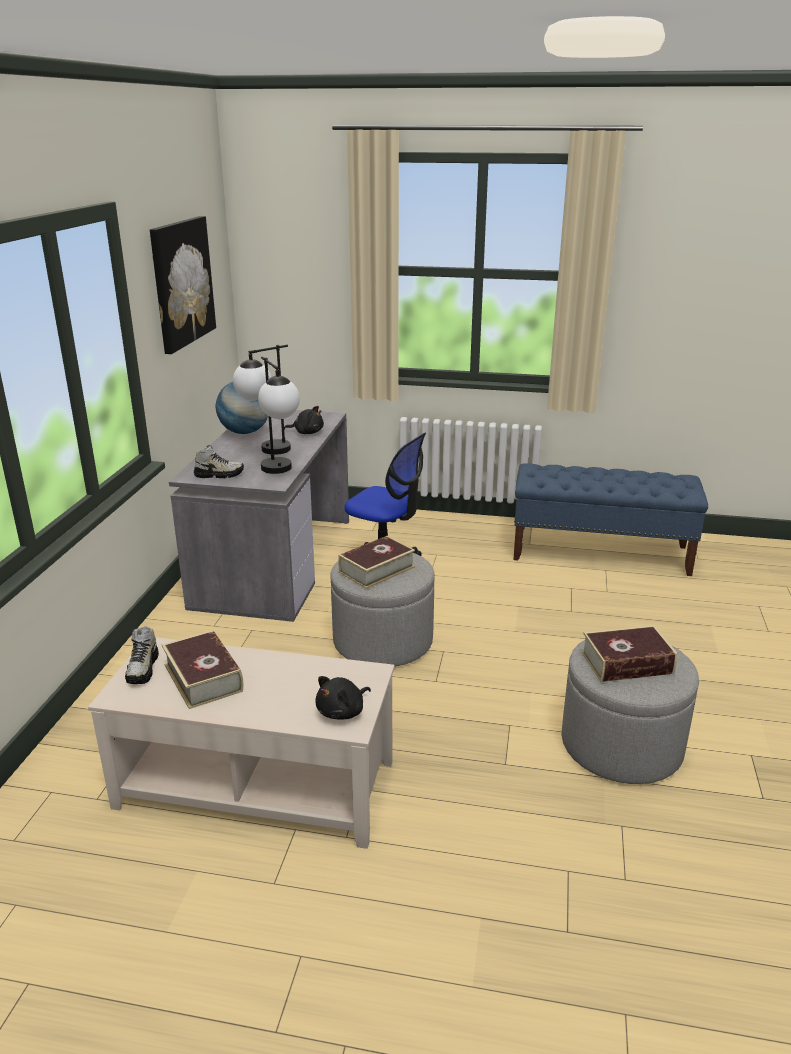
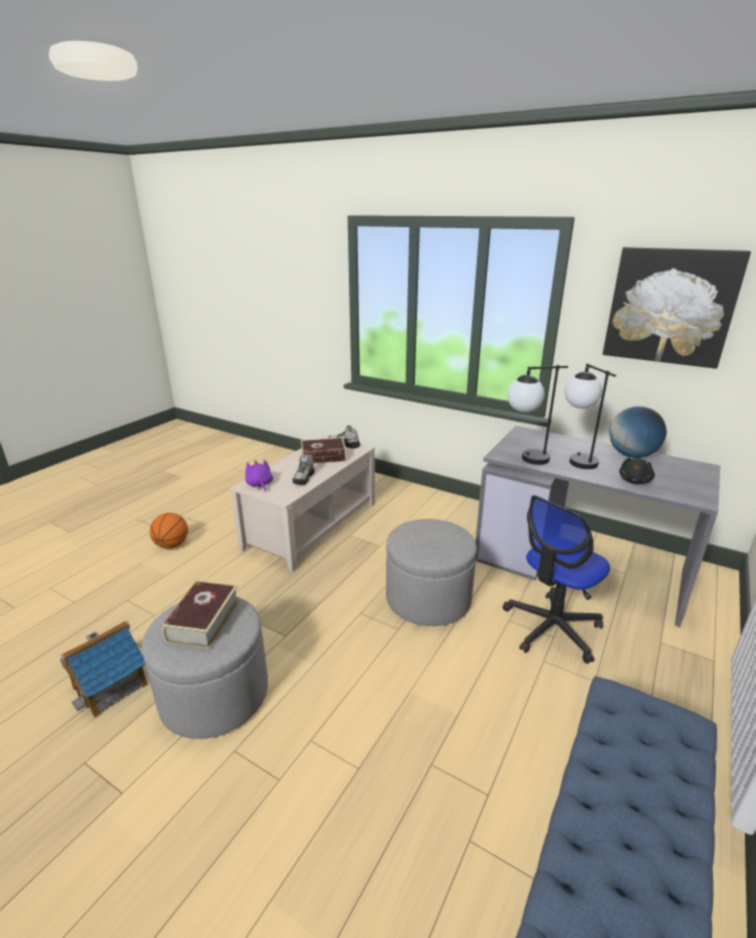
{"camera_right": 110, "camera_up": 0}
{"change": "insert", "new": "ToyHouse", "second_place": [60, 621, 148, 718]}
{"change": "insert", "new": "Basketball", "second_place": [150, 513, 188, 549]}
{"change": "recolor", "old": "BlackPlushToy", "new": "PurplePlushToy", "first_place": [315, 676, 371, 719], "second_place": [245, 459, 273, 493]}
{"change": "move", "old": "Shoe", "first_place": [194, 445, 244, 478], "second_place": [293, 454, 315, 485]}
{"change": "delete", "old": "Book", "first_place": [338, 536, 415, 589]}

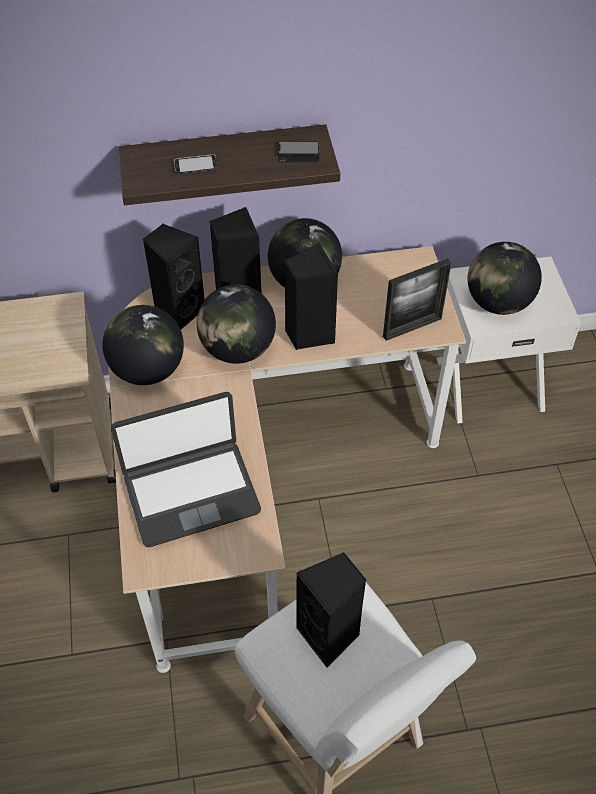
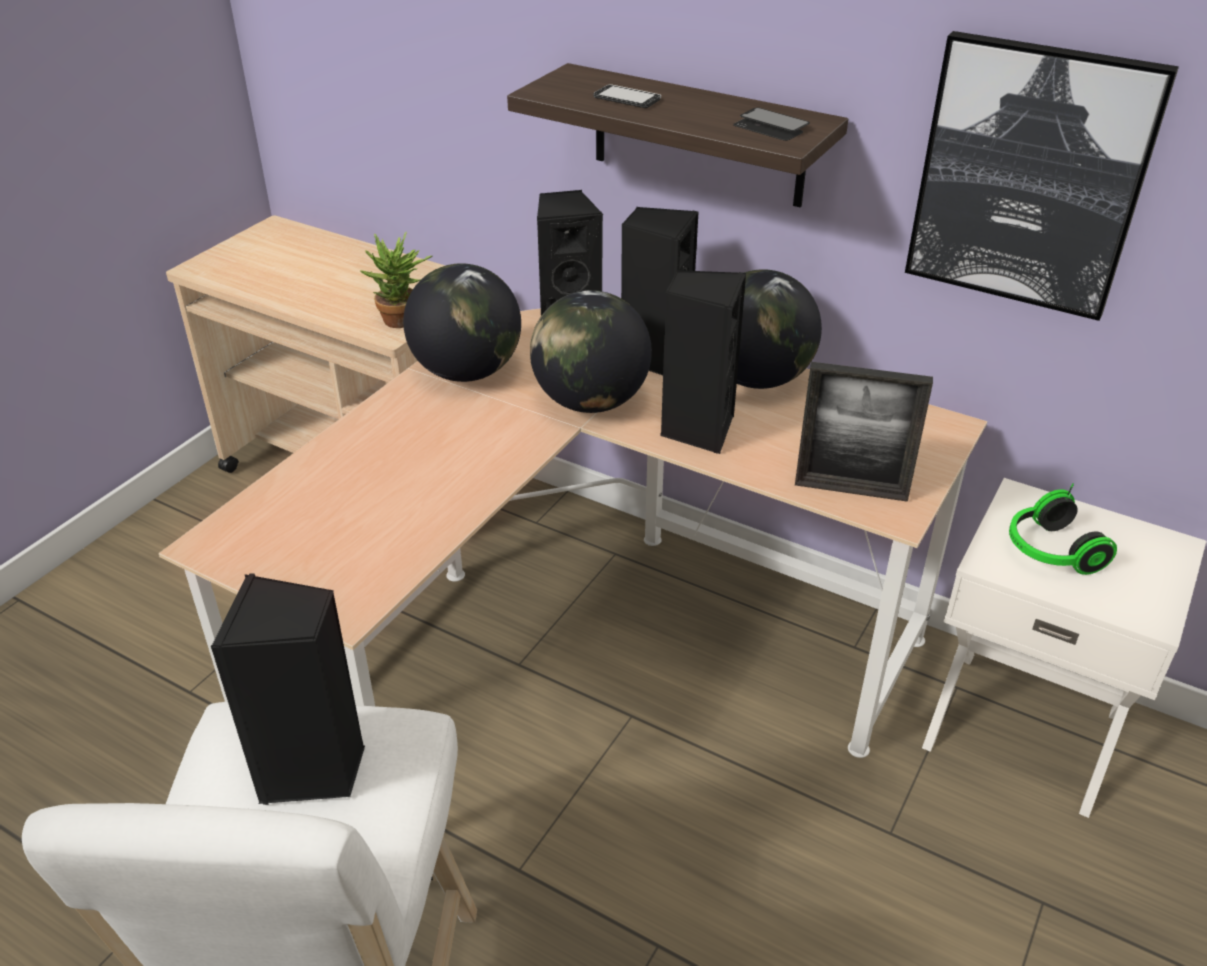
{"camera_right": 40, "camera_up": -15}
{"change": "insert", "new": "PottedPlant", "second_place": [360, 232, 432, 328]}
{"change": "insert", "new": "Picture", "second_place": [905, 31, 1179, 321]}
{"change": "replace", "old": "Globe", "new": "Headphones", "first_place": [468, 242, 542, 315], "second_place": [1009, 483, 1117, 575]}
{"change": "delete", "old": "Laptop", "first_place": [111, 392, 261, 547]}

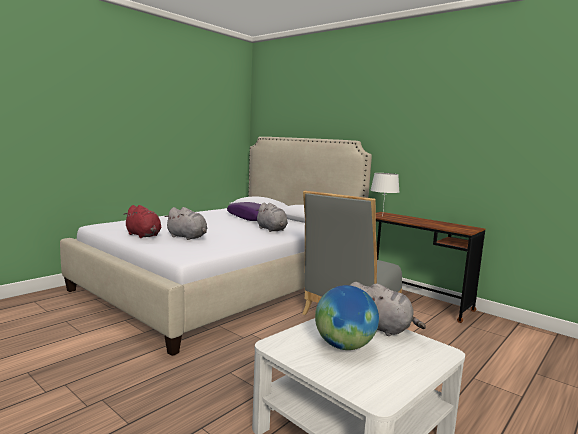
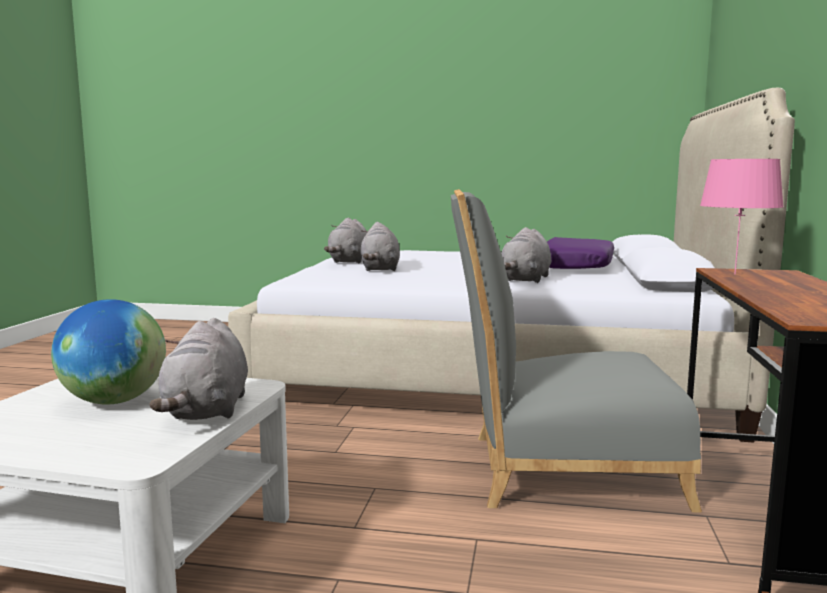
{"camera_right": 60, "camera_up": 0}
{"change": "recolor", "old": "RedPlushToy", "new": "GreyPlushToy", "first_place": [123, 205, 161, 238], "second_place": [324, 218, 367, 264]}
{"change": "recolor", "old": "WhiteTableLamp", "new": "PinkTableLamp", "first_place": [371, 173, 399, 217], "second_place": [700, 159, 784, 274]}

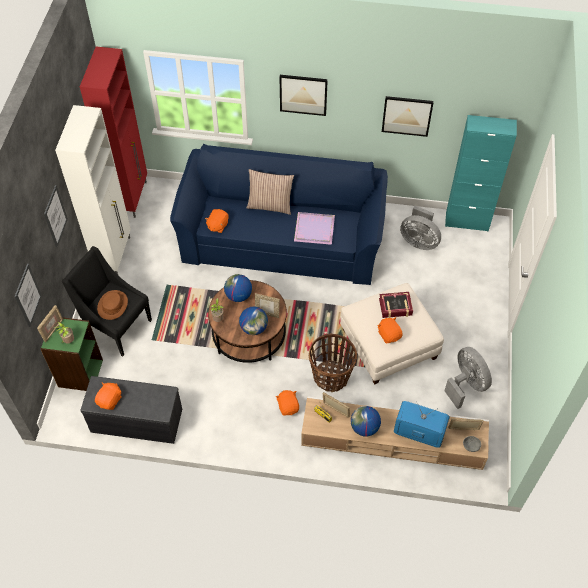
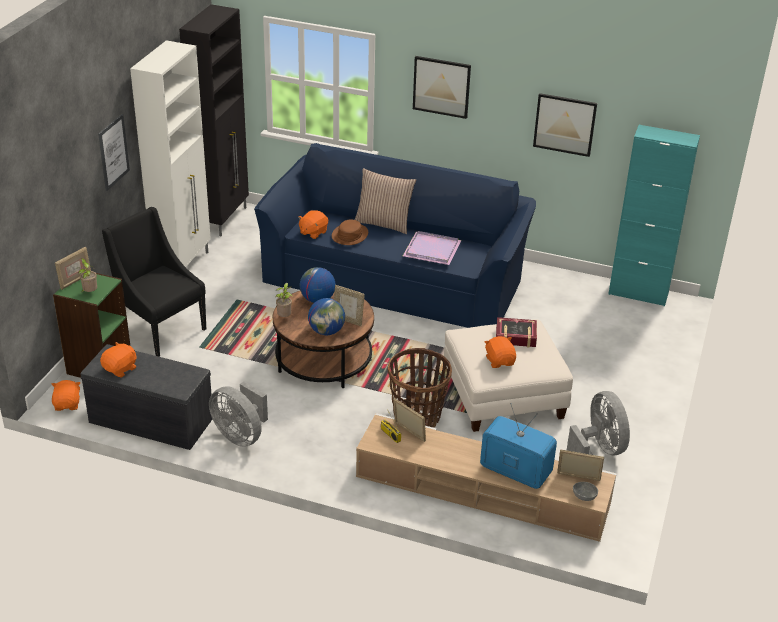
{"camera_right": 10, "camera_up": -20}
{"change": "move", "old": "OrangePlushToy", "first_place": [276, 390, 299, 416], "second_place": [52, 380, 80, 411]}
{"change": "recolor", "old": "RedCabinet", "new": "BlackCabinet", "first_place": [80, 46, 147, 218], "second_place": [179, 4, 249, 236]}
{"change": "move", "old": "GreyFan", "first_place": [400, 206, 441, 250], "second_place": [209, 381, 268, 447]}
{"change": "move", "old": "BrownHat", "first_place": [97, 290, 128, 320], "second_place": [332, 220, 368, 245]}
{"change": "delete", "old": "Picture", "first_place": [15, 263, 42, 327]}
{"change": "delete", "old": "Globe", "first_place": [351, 406, 381, 436]}

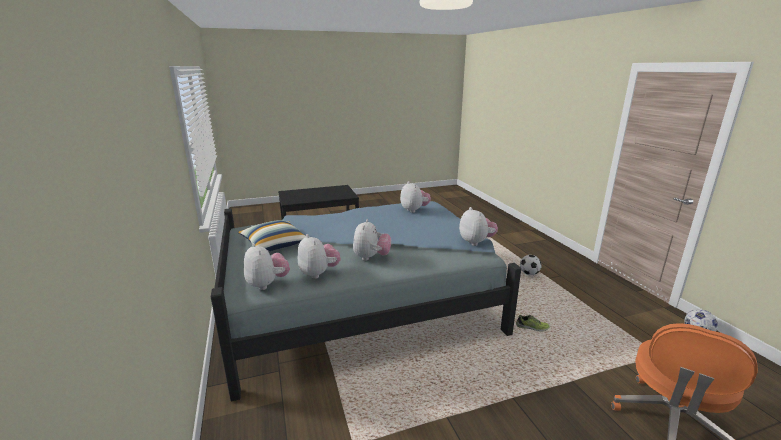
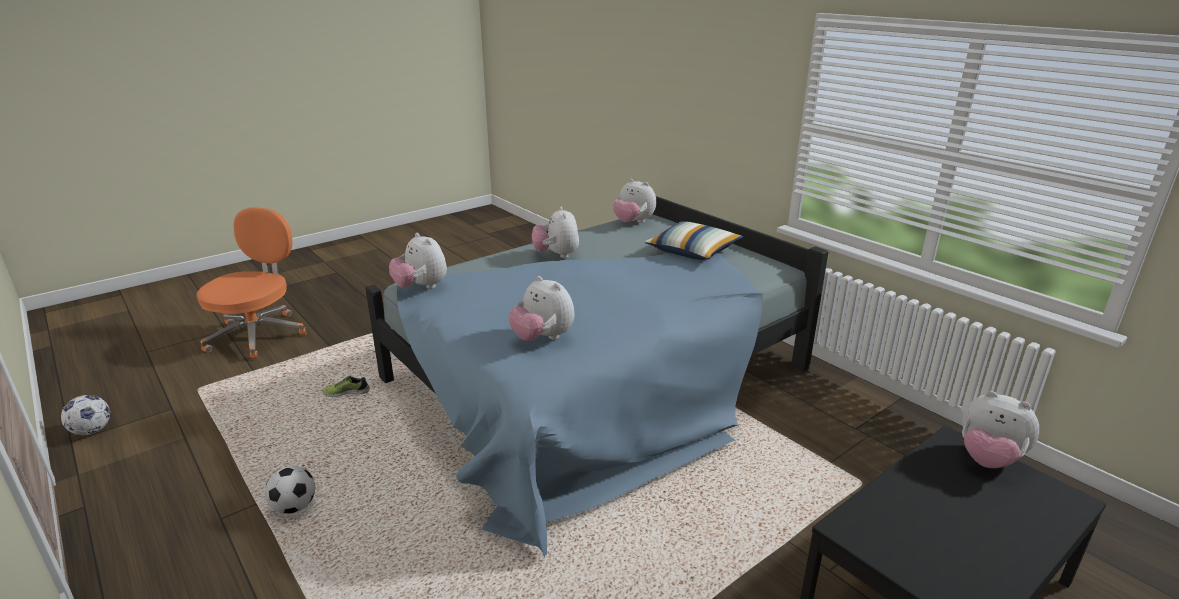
{"camera_right": 160, "camera_up": 5}
{"change": "move", "old": "PlushToy", "first_place": [298, 234, 341, 279], "second_place": [962, 391, 1039, 468]}

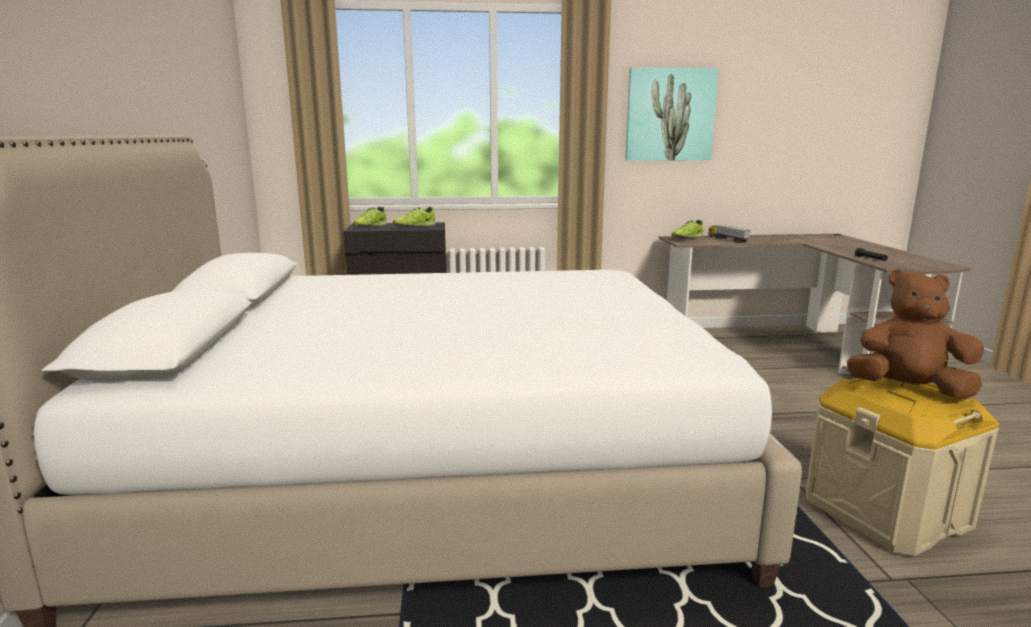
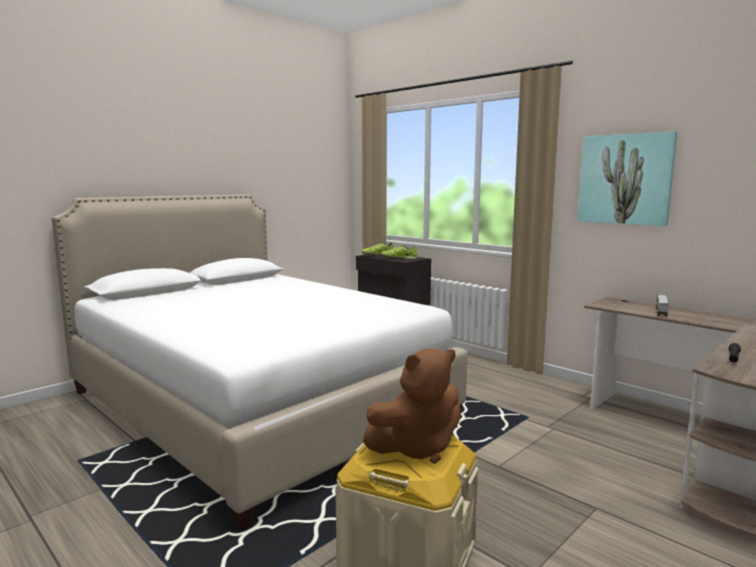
{"camera_right": 50, "camera_up": -5}
{"change": "rotate", "old": "BrownPlushToy", "first_place": [847, 269, 984, 399], "second_place": [363, 349, 461, 464], "degrees": 90}
{"change": "delete", "old": "Shoe", "first_place": [672, 220, 703, 238]}

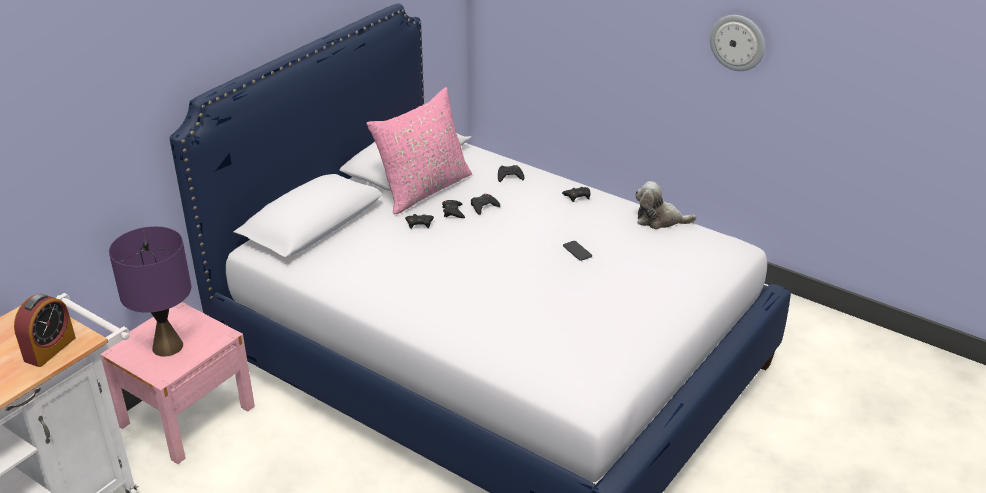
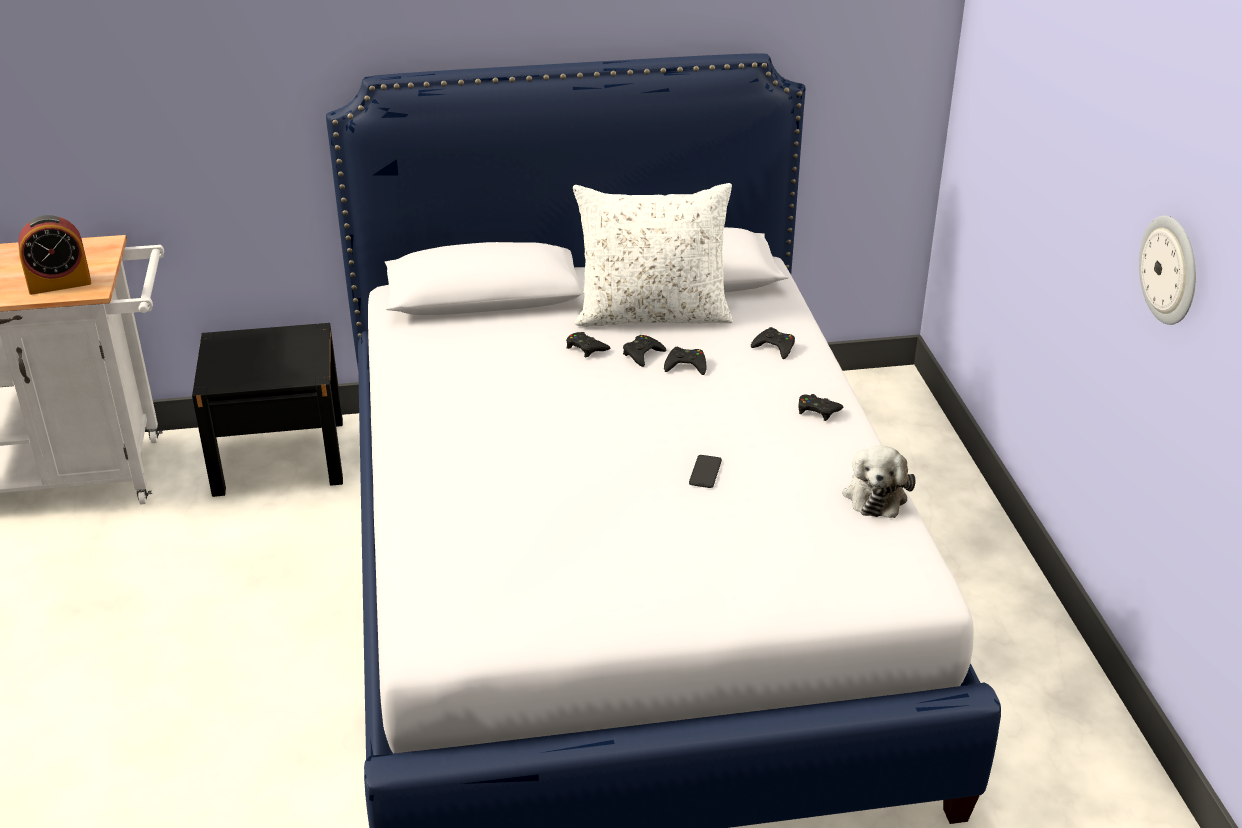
{"camera_right": 45, "camera_up": 0}
{"change": "recolor", "old": "PinkNightstand", "new": "BlackNightstand", "first_place": [100, 302, 255, 464], "second_place": [192, 323, 343, 497]}
{"change": "recolor", "old": "PinkPillow", "new": "WhitePillow", "first_place": [366, 87, 472, 215], "second_place": [573, 183, 733, 327]}
{"change": "rotate", "old": "PlushToy", "first_place": [635, 181, 697, 229], "second_place": [843, 445, 916, 518], "degrees": -135}
{"change": "delete", "old": "PurpleTableLamp", "first_place": [109, 226, 191, 357]}

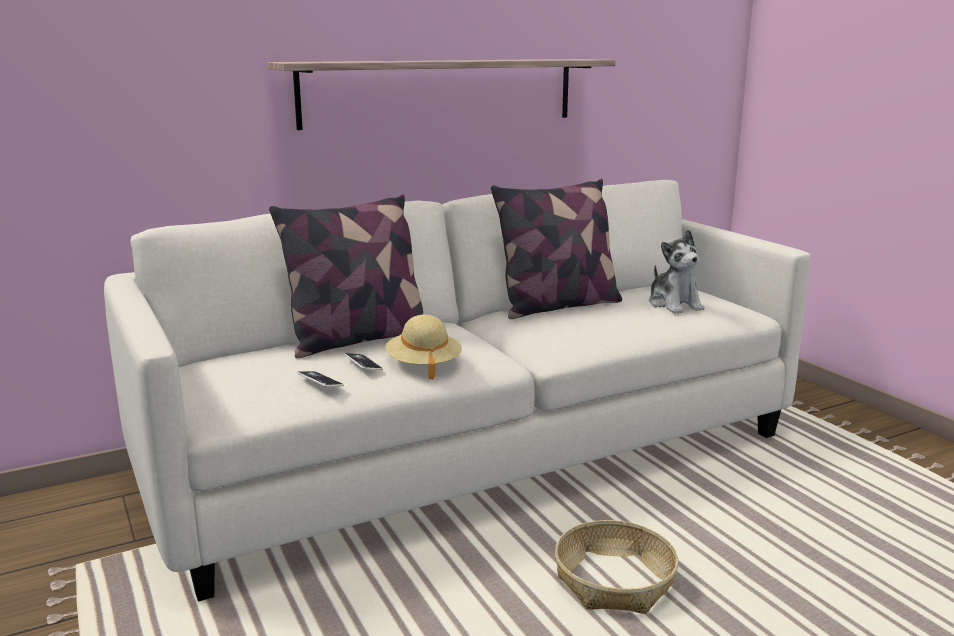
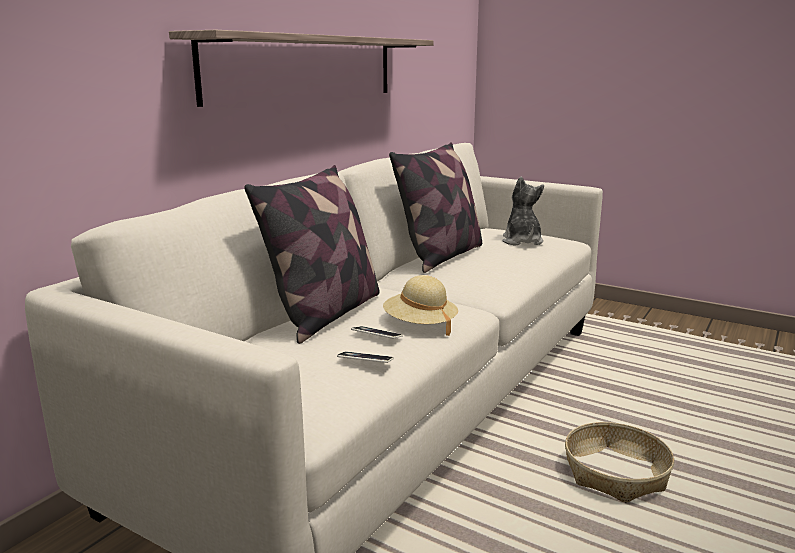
{"camera_right": -30, "camera_up": 0}
{"change": "rotate", "old": "PlushToy", "first_place": [649, 229, 705, 314], "second_place": [502, 176, 544, 246], "degrees": -135}

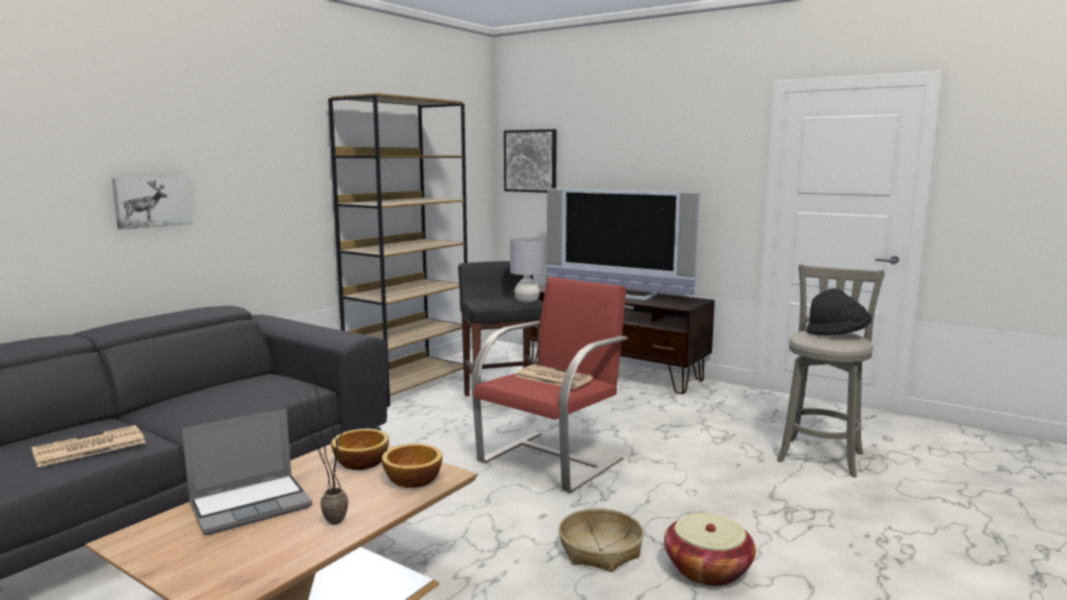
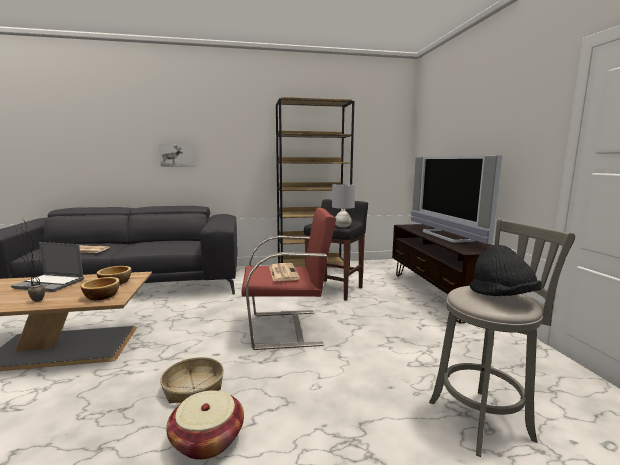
{"camera_right": 45, "camera_up": 0}
{"change": "delete", "old": "Picture", "first_place": [504, 129, 557, 193]}

